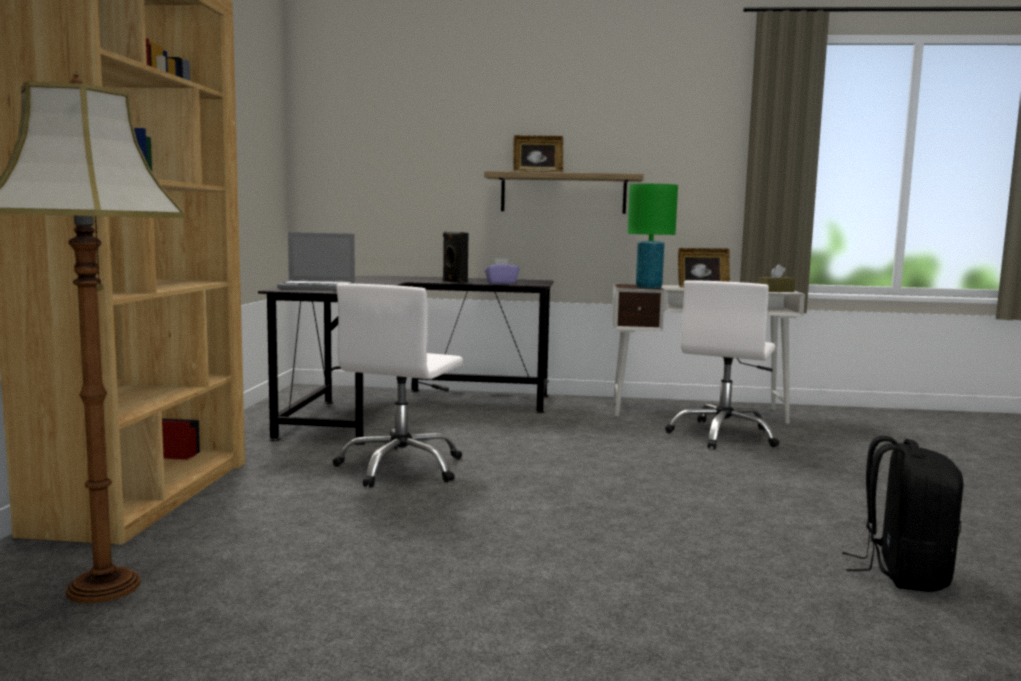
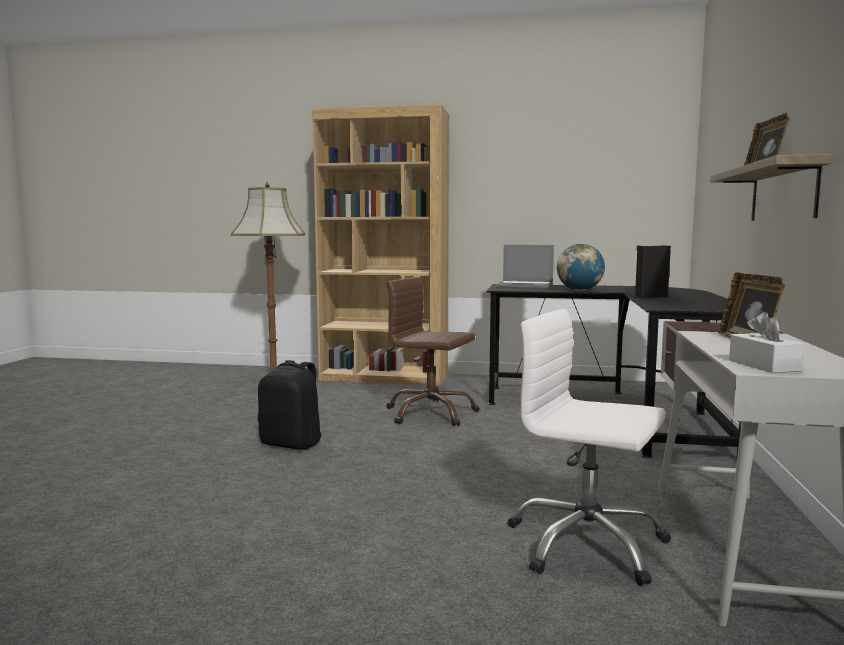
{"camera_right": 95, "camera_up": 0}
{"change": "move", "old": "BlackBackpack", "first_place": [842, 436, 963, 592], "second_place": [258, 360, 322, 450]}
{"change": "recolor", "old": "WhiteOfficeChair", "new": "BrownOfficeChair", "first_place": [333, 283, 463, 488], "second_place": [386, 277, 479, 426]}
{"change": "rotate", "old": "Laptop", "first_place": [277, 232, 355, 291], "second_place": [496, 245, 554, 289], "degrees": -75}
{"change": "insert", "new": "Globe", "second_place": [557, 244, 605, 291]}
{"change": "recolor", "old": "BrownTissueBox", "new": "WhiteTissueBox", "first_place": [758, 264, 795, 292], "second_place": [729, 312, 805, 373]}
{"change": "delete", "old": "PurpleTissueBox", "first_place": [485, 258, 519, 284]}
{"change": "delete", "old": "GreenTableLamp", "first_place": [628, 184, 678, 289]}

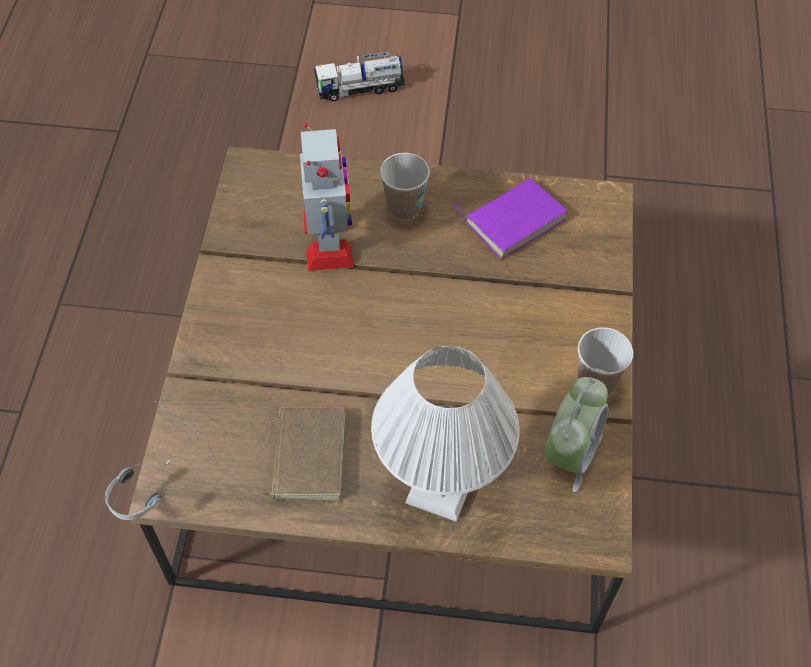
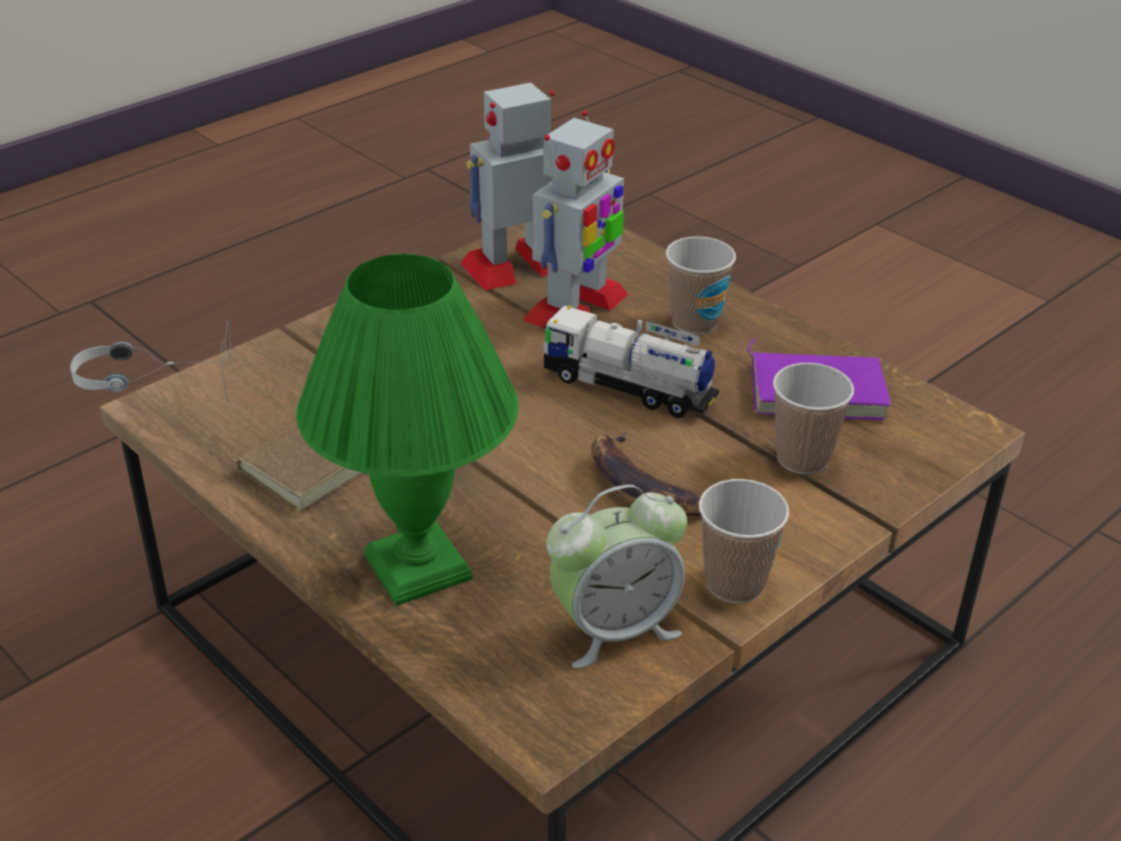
{"camera_right": 40, "camera_up": -20}
{"change": "recolor", "old": "WhiteTableLamp", "new": "GreenTableLamp", "first_place": [371, 346, 520, 522], "second_place": [296, 254, 519, 606]}
{"change": "insert", "new": "ToyRobot", "second_place": [460, 82, 555, 291]}
{"change": "move", "old": "ToyTruck", "first_place": [314, 51, 406, 101], "second_place": [542, 305, 719, 418]}
{"change": "insert", "new": "Banana", "second_place": [591, 432, 703, 516]}
{"change": "insert", "new": "Cup", "second_place": [773, 363, 854, 474]}

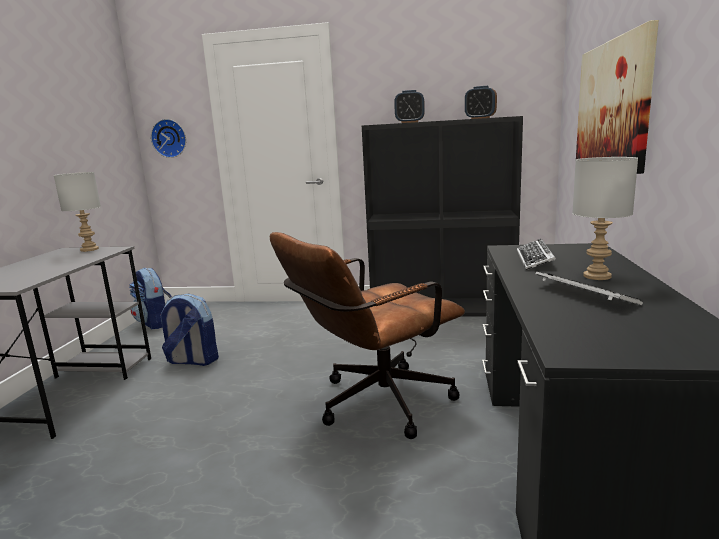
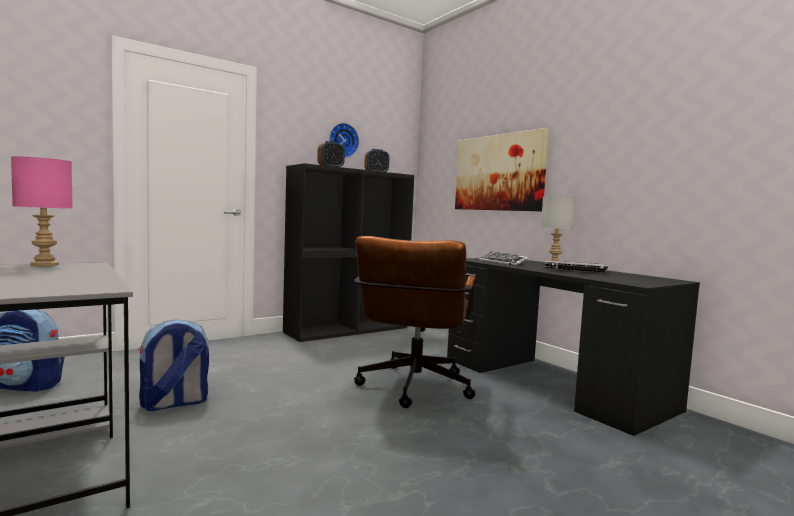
{"camera_right": -45, "camera_up": -10}
{"change": "recolor", "old": "GreyTableLamp", "new": "PinkTableLamp", "first_place": [54, 172, 101, 252], "second_place": [11, 156, 73, 266]}
{"change": "move", "old": "WallClock", "first_place": [151, 119, 186, 158], "second_place": [329, 123, 359, 158]}

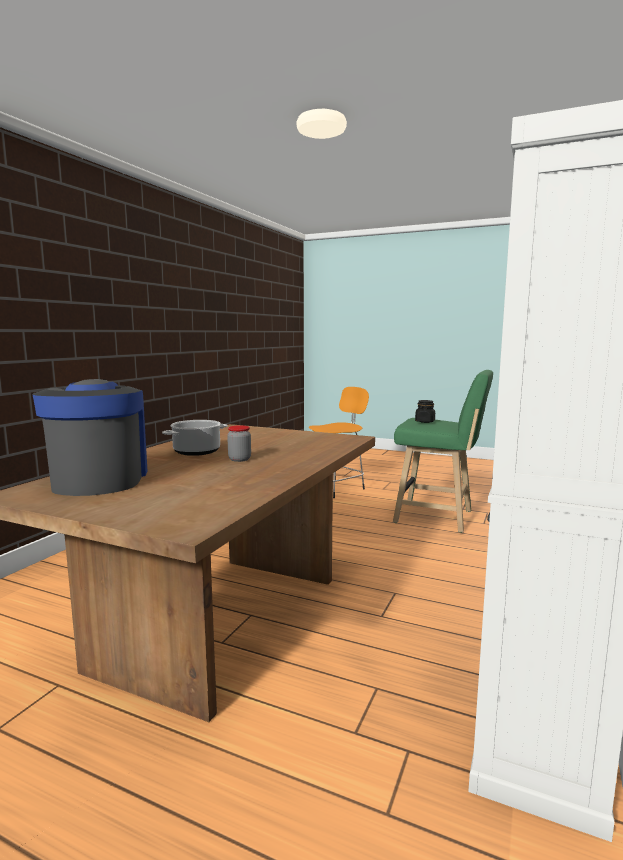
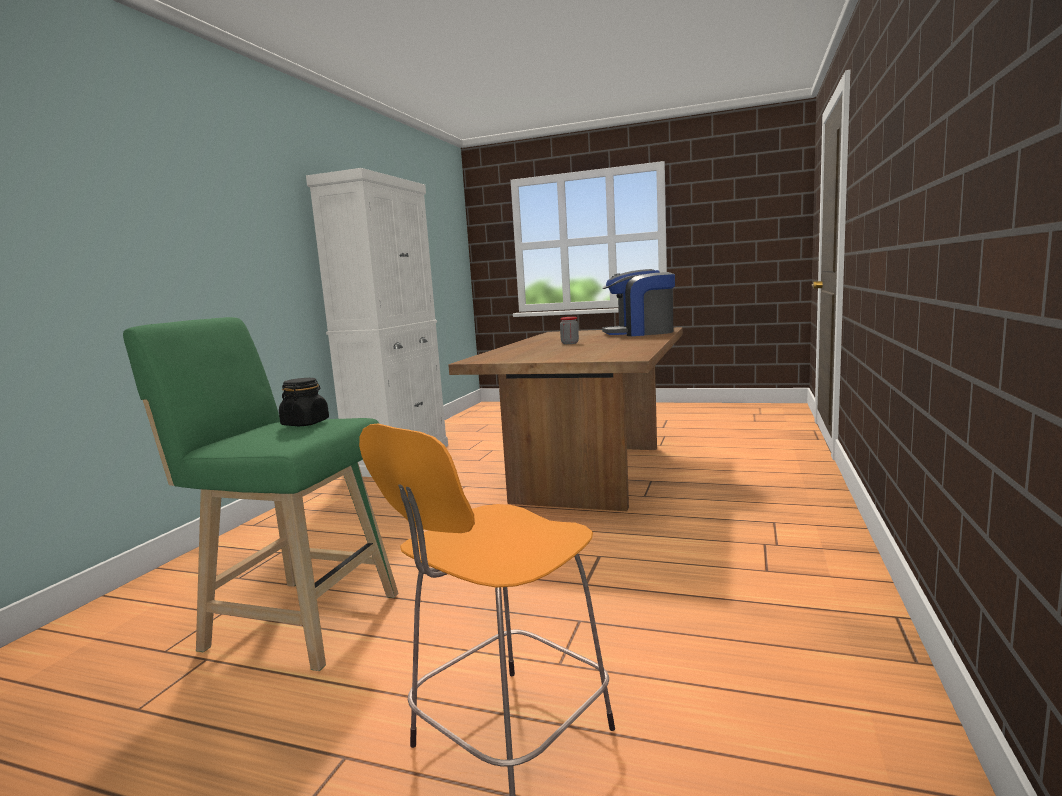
{"camera_right": 175, "camera_up": 0}
{"change": "rotate", "old": "CoffeeMachine", "first_place": [33, 379, 147, 496], "second_place": [602, 269, 675, 336], "degrees": 105}
{"change": "delete", "old": "CookingPot", "first_place": [162, 420, 228, 456]}

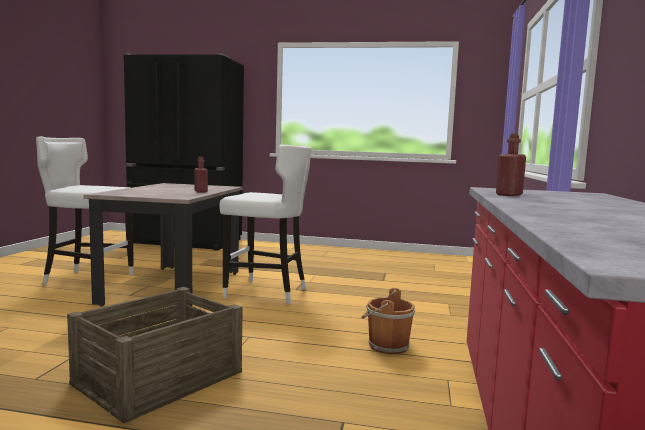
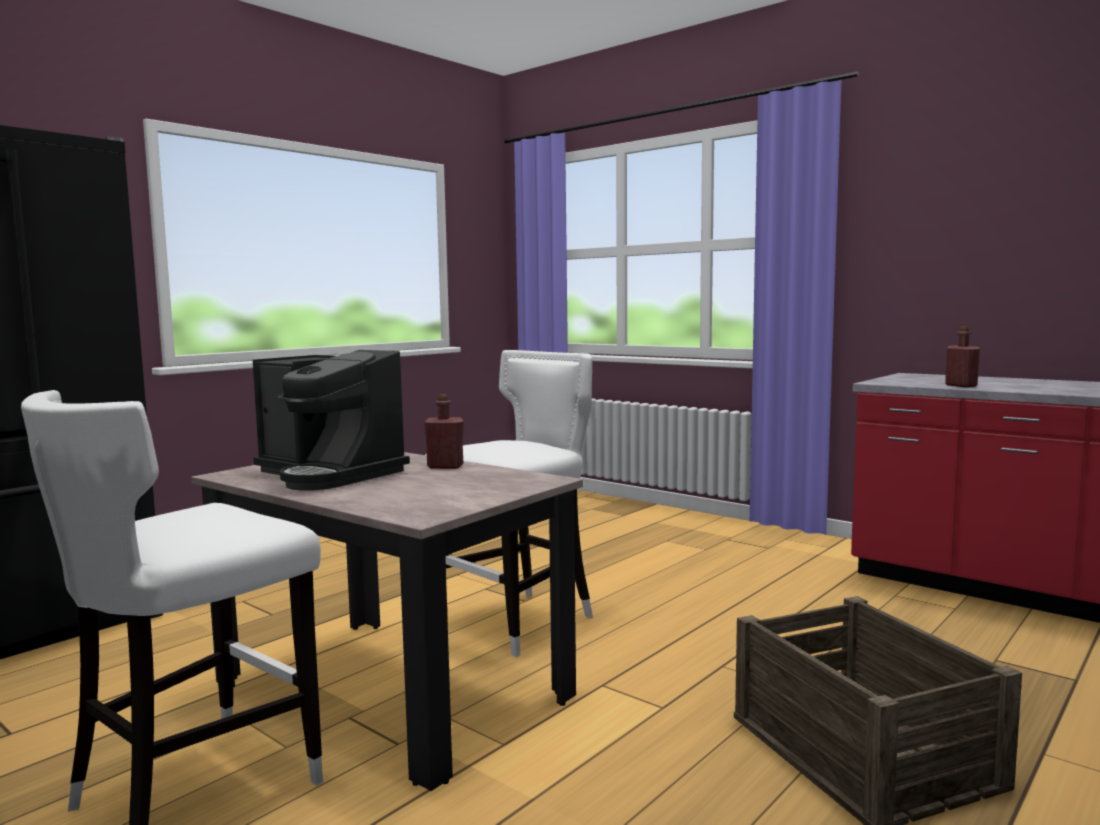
{"camera_right": -60, "camera_up": 0}
{"change": "insert", "new": "CoffeeMachine", "second_place": [253, 350, 410, 491]}
{"change": "delete", "old": "BrownBucket", "first_place": [361, 288, 415, 354]}

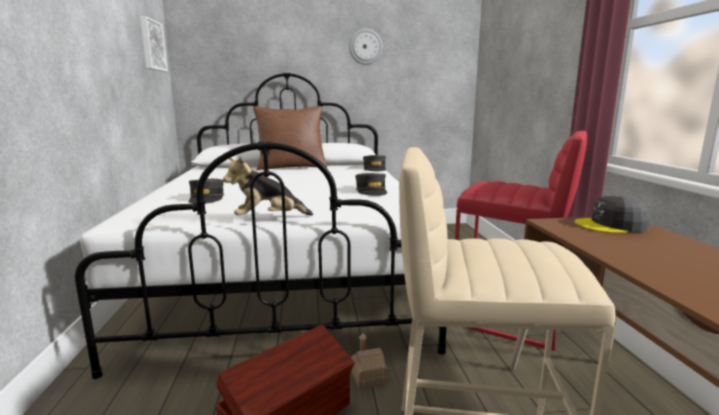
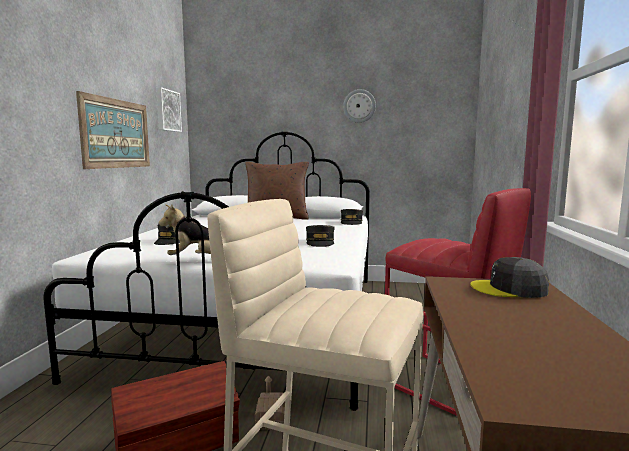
{"camera_right": 15, "camera_up": -5}
{"change": "insert", "new": "Picture", "second_place": [76, 91, 150, 169]}

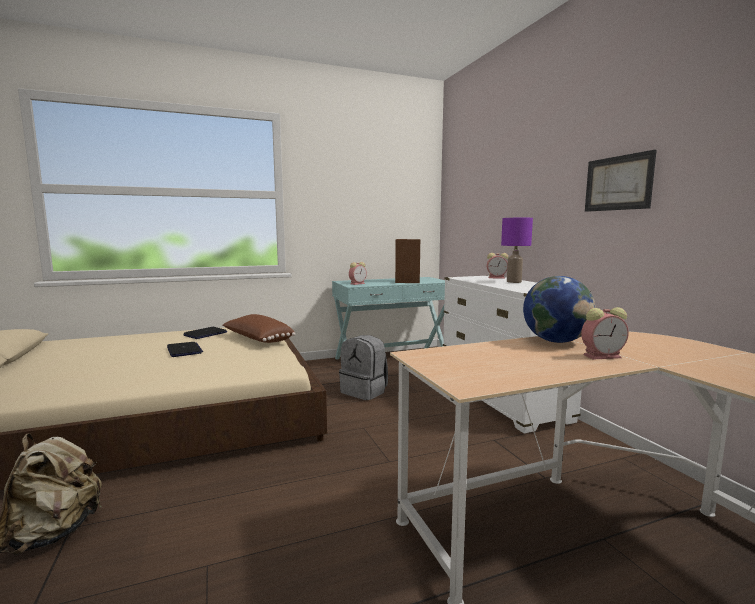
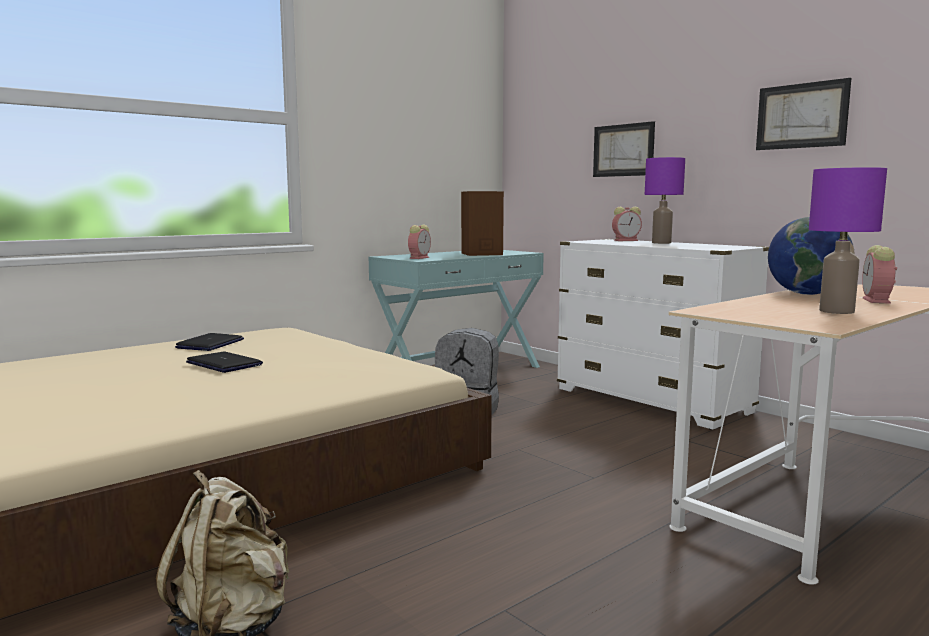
{"camera_right": -20, "camera_up": 0}
{"change": "insert", "new": "Picture", "second_place": [593, 121, 655, 177]}
{"change": "insert", "new": "PurpleTableLamp", "second_place": [809, 167, 887, 314]}
{"change": "rotate", "old": "AlarmClock", "first_place": [581, 307, 629, 360], "second_place": [862, 245, 897, 304], "degrees": 135}
{"change": "delete", "old": "BrownPillow", "first_place": [223, 314, 296, 343]}

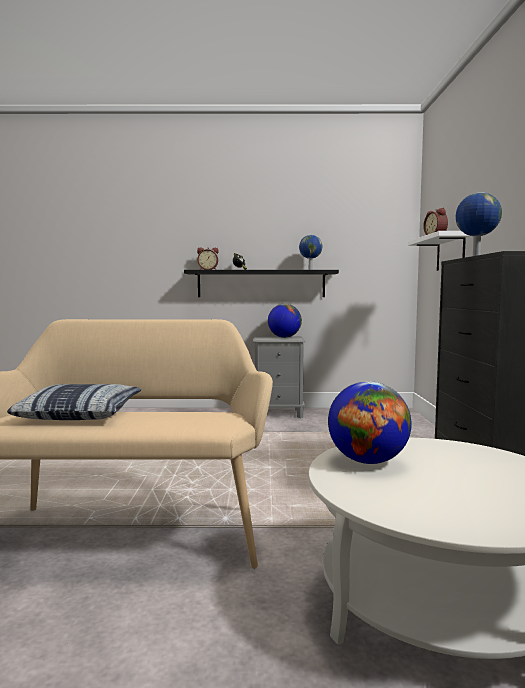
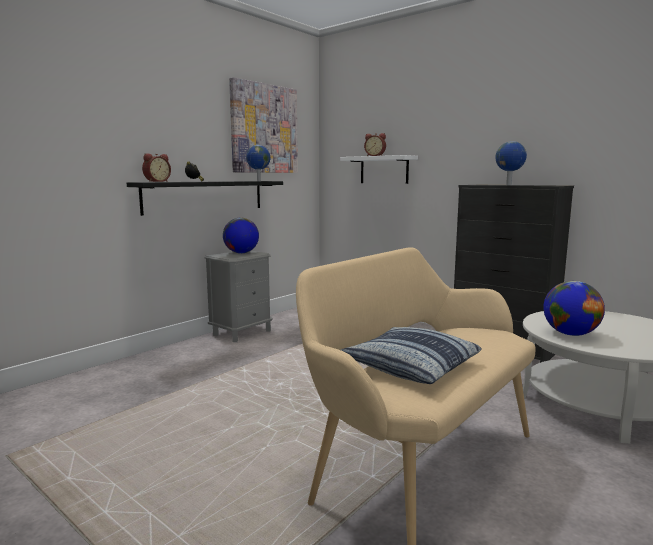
{"camera_right": -50, "camera_up": 5}
{"change": "insert", "new": "Picture", "second_place": [229, 77, 298, 173]}

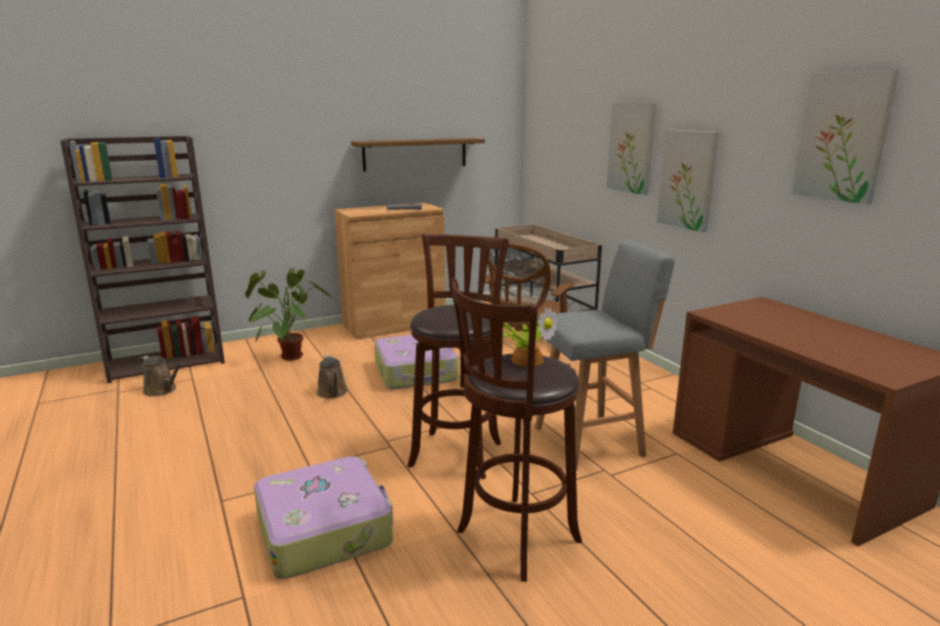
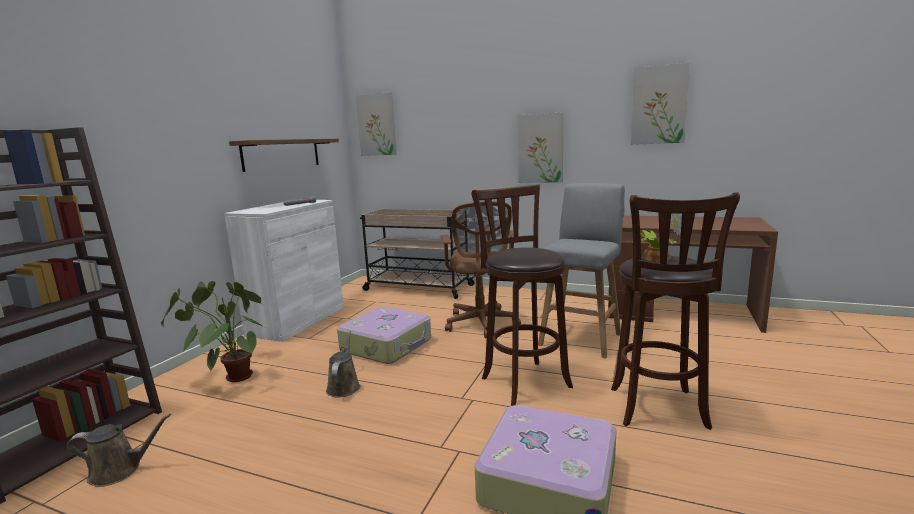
{"camera_right": -40, "camera_up": -5}
{"change": "recolor", "old": "BrownCabinet", "new": "WhiteCabinet", "first_place": [335, 202, 446, 340], "second_place": [224, 200, 344, 342]}
{"change": "rotate", "old": "BrownWateringCan", "first_place": [317, 355, 348, 398], "second_place": [326, 330, 360, 397], "degrees": -120}
{"change": "move", "old": "Picture", "first_place": [607, 103, 656, 195], "second_place": [356, 92, 397, 156]}

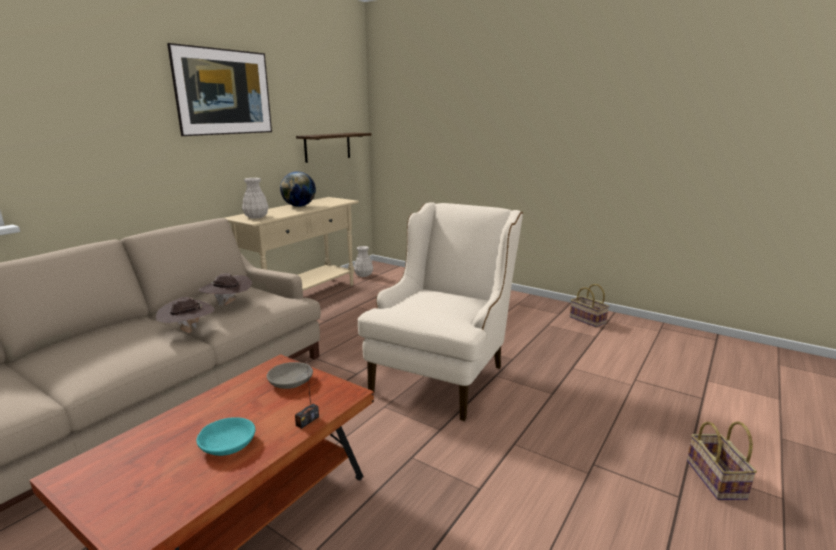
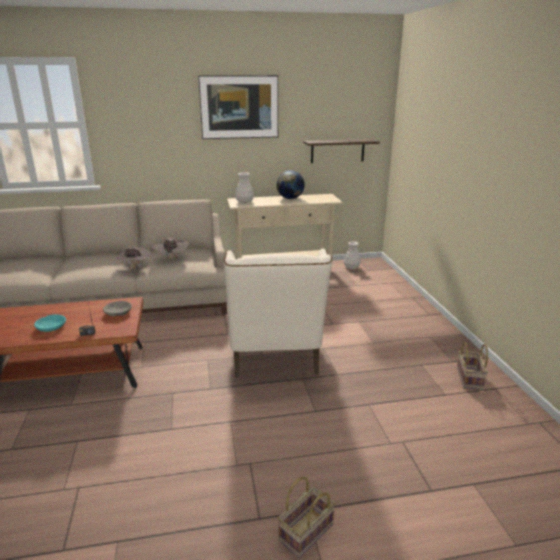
{"camera_right": 45, "camera_up": 5}
{"change": "rotate", "old": "BeigeArmchair", "first_place": [358, 202, 523, 421], "second_place": [224, 248, 332, 378], "degrees": 105}

